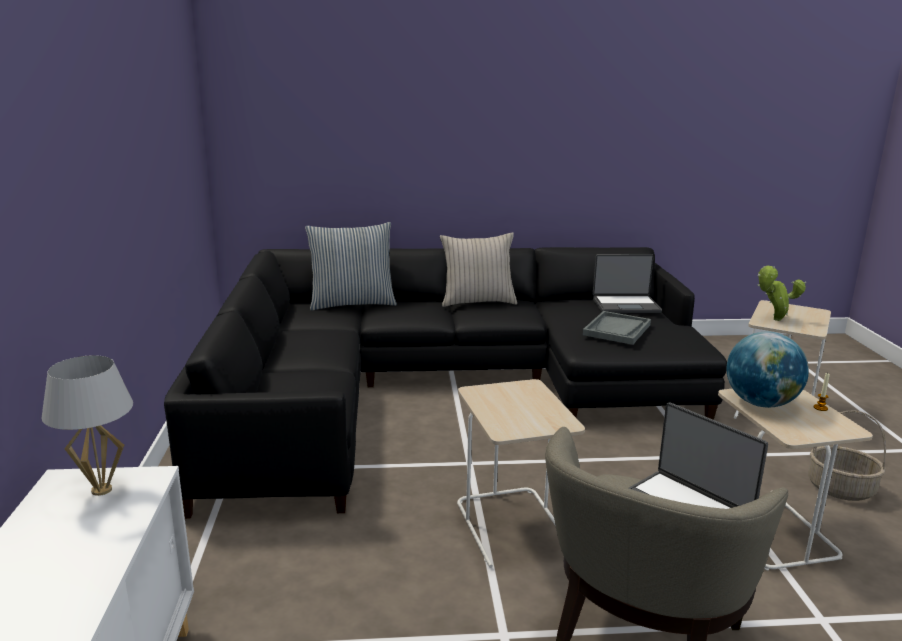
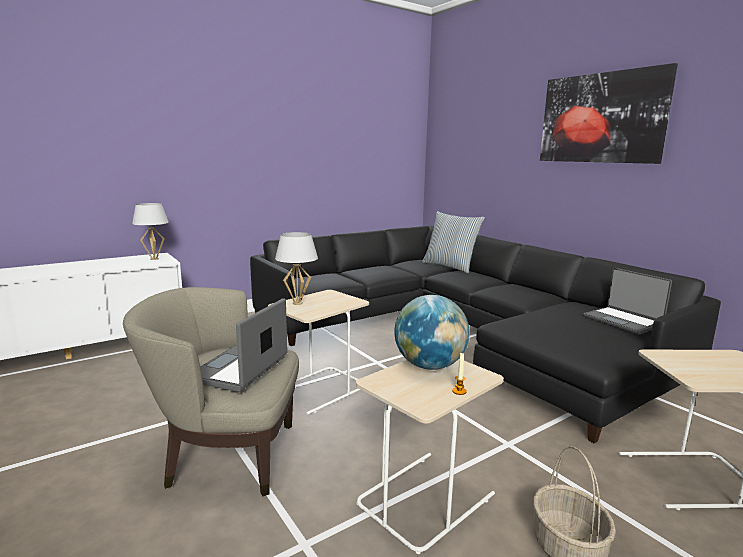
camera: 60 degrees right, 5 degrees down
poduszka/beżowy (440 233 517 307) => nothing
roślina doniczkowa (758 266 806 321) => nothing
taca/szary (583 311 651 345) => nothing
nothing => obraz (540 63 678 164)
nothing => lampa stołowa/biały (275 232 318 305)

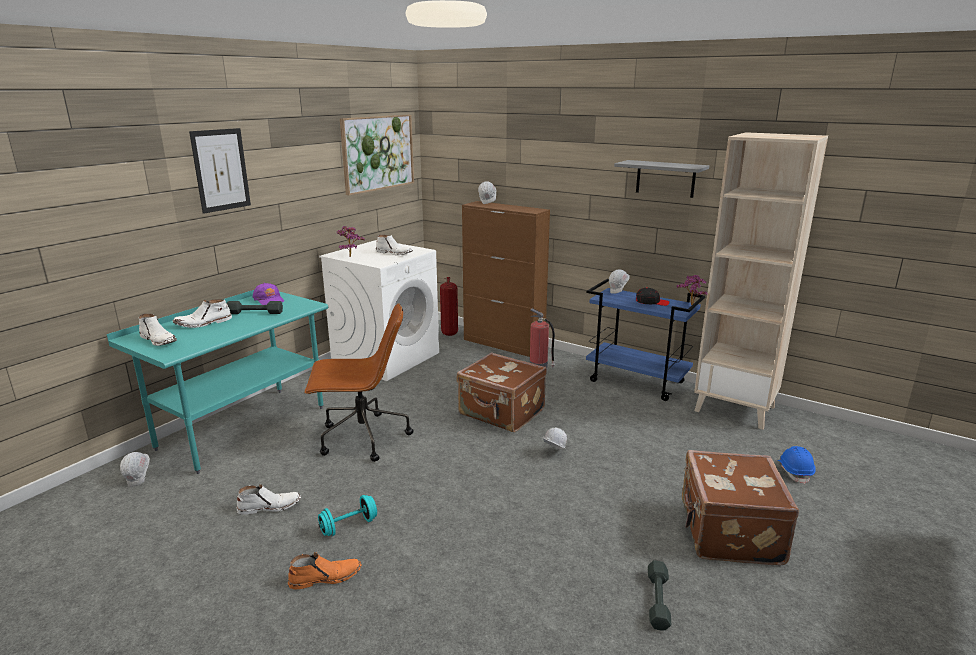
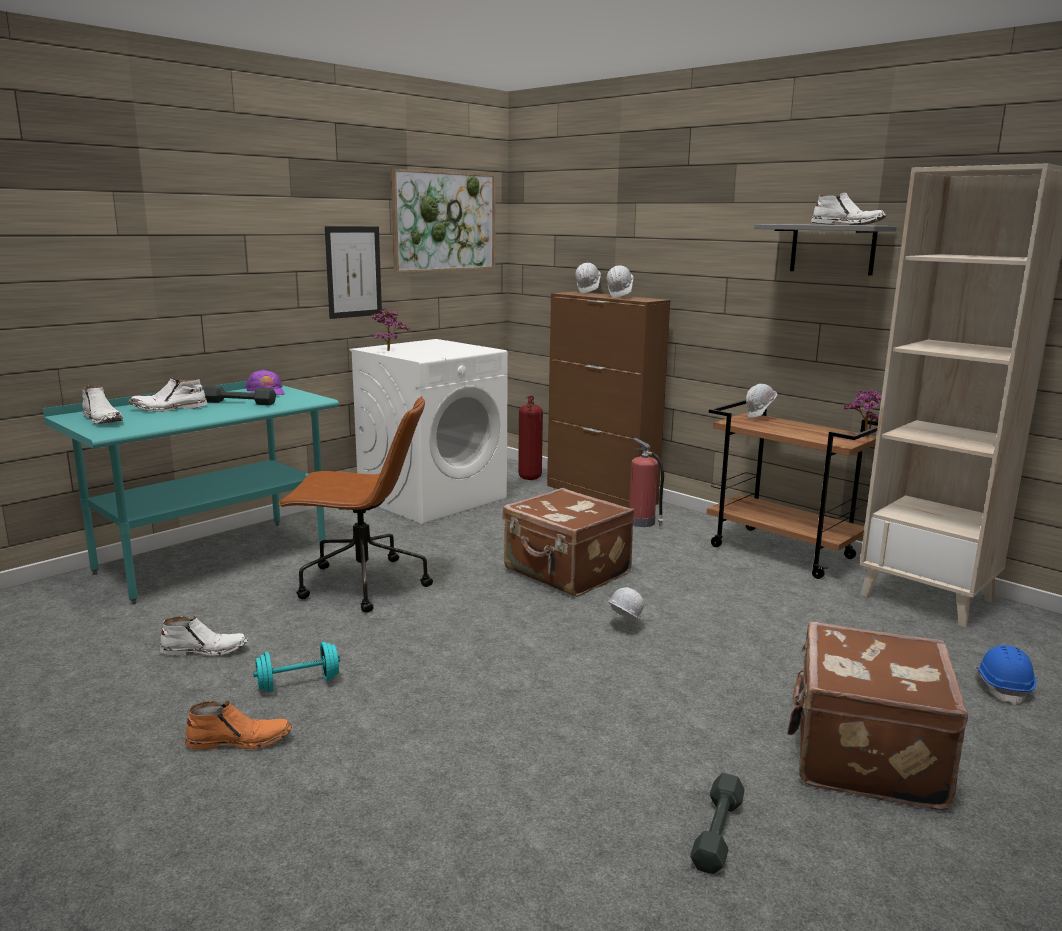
camera: 10 degrees right, 5 degrees down
obraz (189 128 251 214) => obraz (325 226 382 319), move
but z cholewką/biały (376 235 413 255) => but z cholewką/biały (811 193 886 225), move
wózek/niebieski (586 279 705 401) => wózek/brązowy (706 400 878 579)
czapka z daszkiem/czarny (636 287 669 306) => nothing
kask/biały (120 452 150 487) => kask/biały (607 265 633 298), move

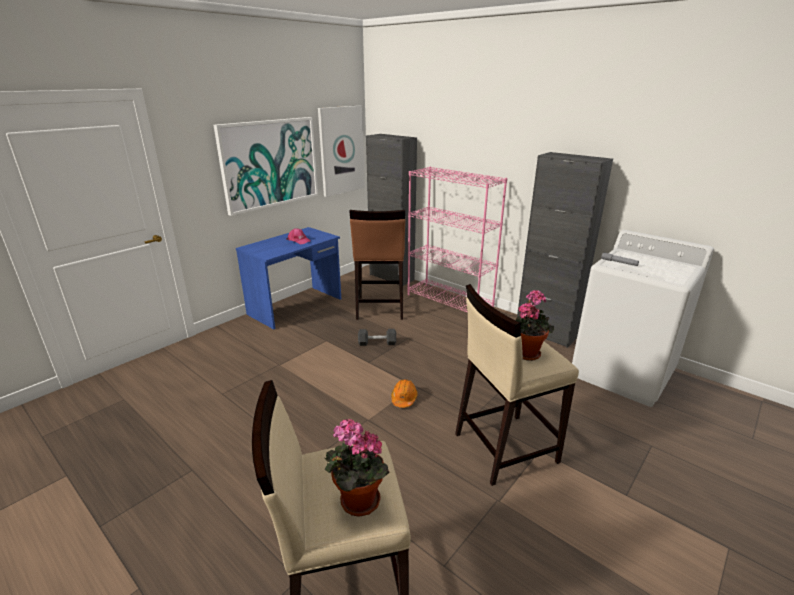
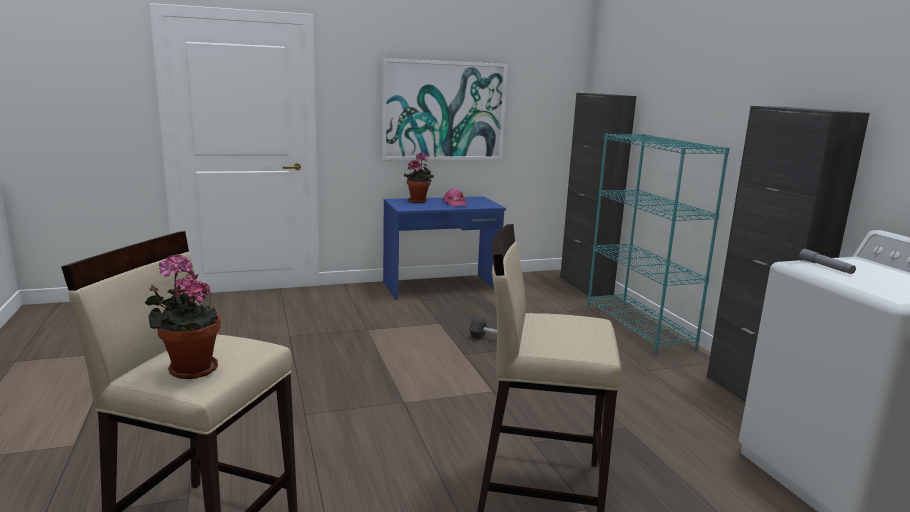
camera: 30 degrees right, 10 degrees down
obraz (318 105 365 197) => nothing
regał/różowy (408 167 507 312) => regał/turkusowy (587 133 730 354)
stołek/brązowy (349 210 405 320) => nothing
roślina doniczkowa (516 290 554 361) => roślina doniczkowa (404 152 434 203), move
kask/pomarańczowy (391 379 418 408) => nothing

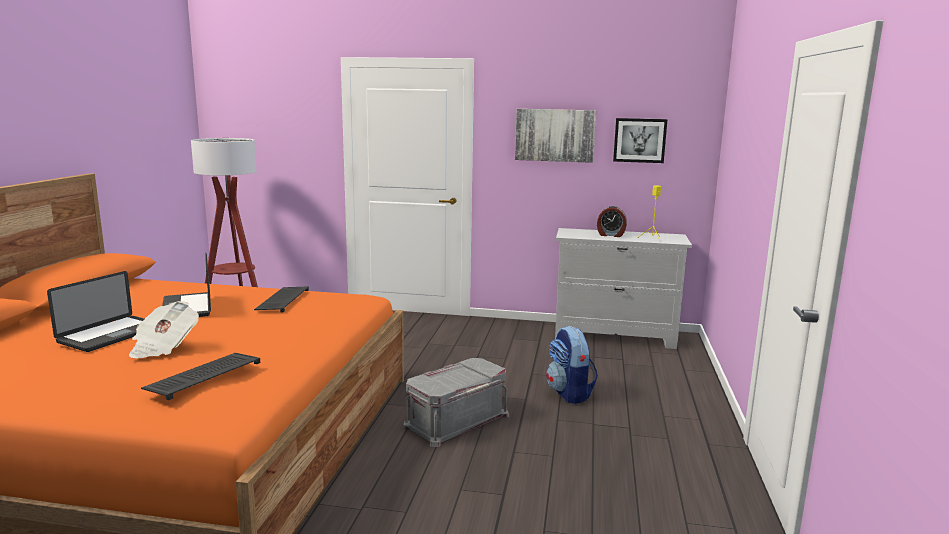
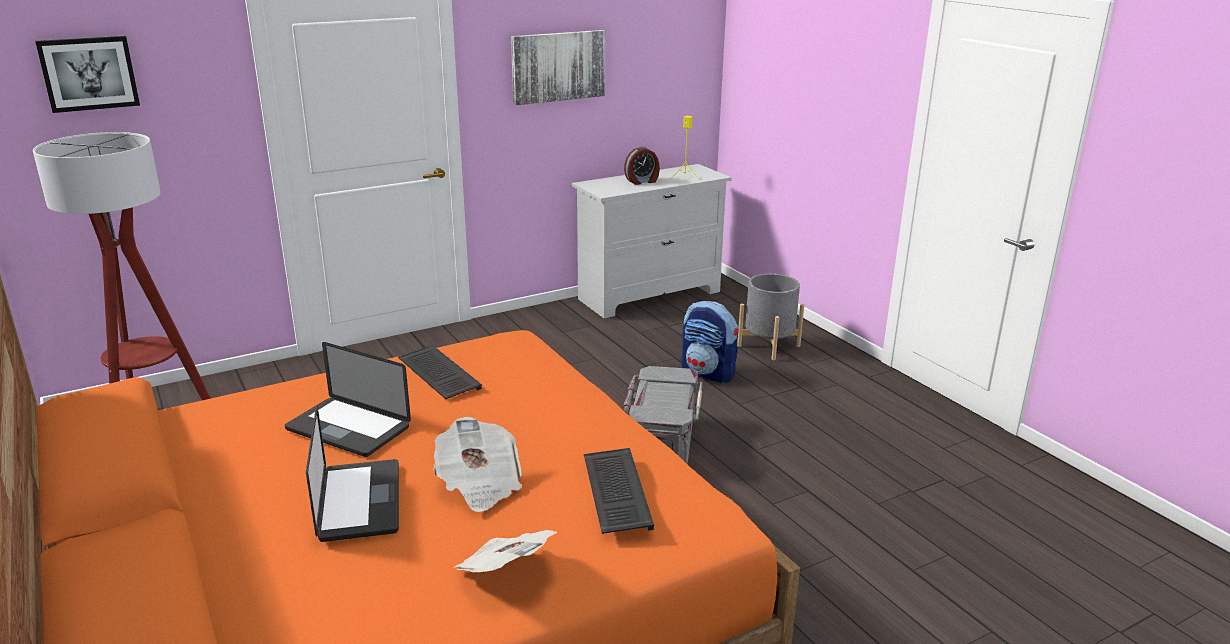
camera: 40 degrees left, 10 degrees up
obraz (613 118 668 163) => obraz (35 36 140 113), move
nothing => donica/szary (737 274 804 360)
nothing => gazeta (455 530 557 572)

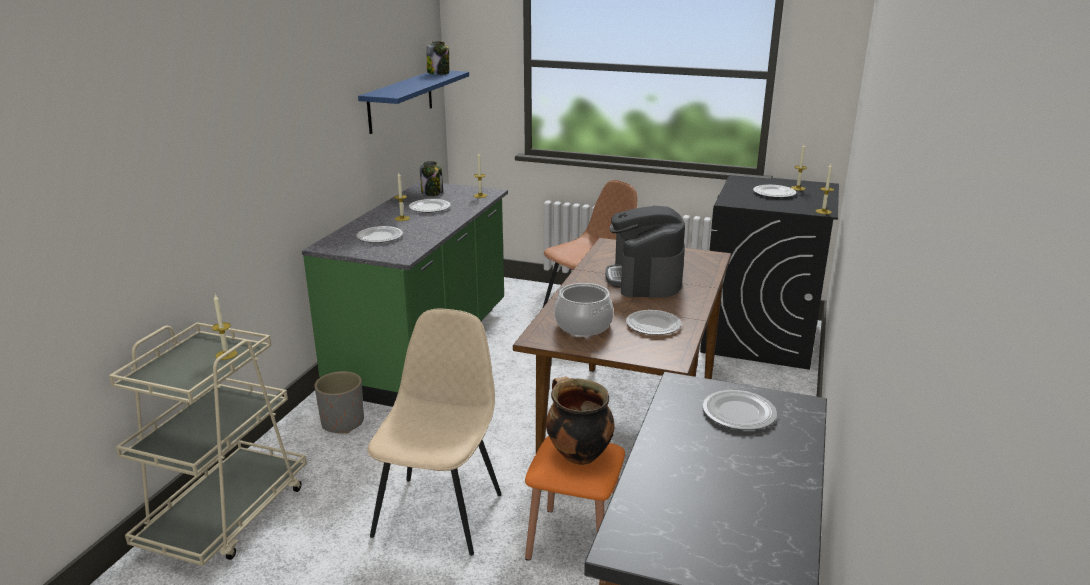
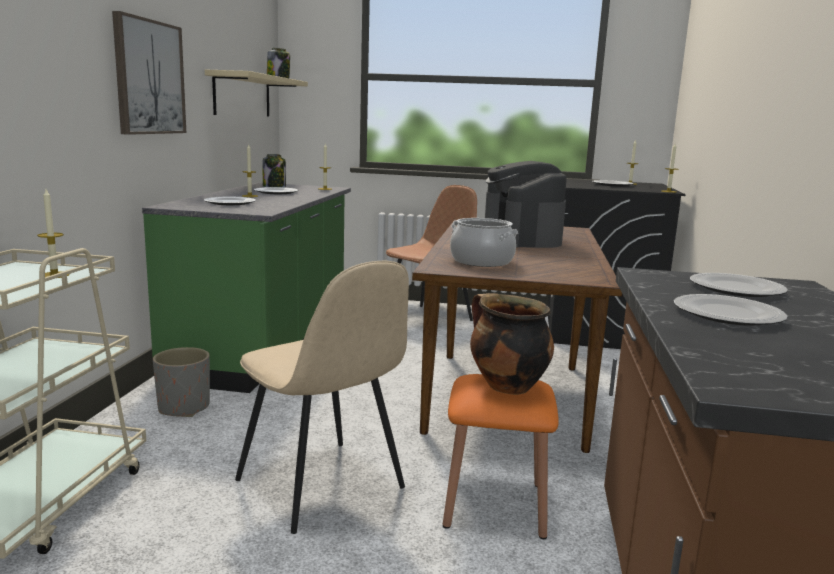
camera: 10 degrees left, 10 degrees down
półka/niebieski (358 71 469 134) => półka/beżowy (205 70 308 117)
krzesło/beżowy (367 309 502 556) => krzesło/beżowy (235 261 409 534), 135 degrees clockwise
talerz (626 310 682 335) => talerz (674 294 787 326), move
nothing => obraz (112 11 186 135)

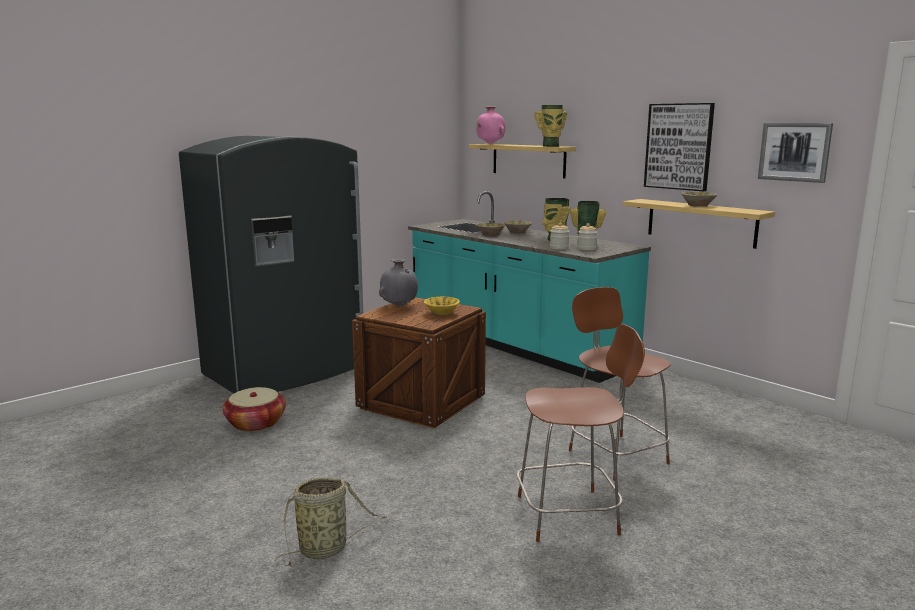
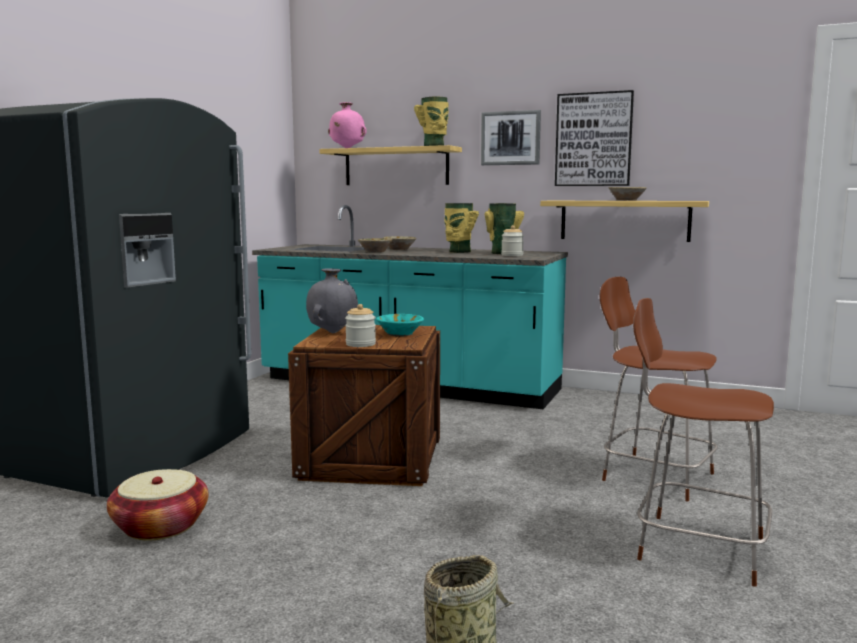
camera: 25 degrees left, 5 degrees down
obraz (758 123 833 183) => obraz (481 110 541 165), move
słoik (550 223 569 250) => słoik (345 304 376 347), move
miska/żółty (424 297 460 316) => miska/turkusowy (376 314 424 337)
krzesło/brązowy (517 324 645 542) => krzesło/brązowy (633 298 774 587), 120 degrees counterclockwise

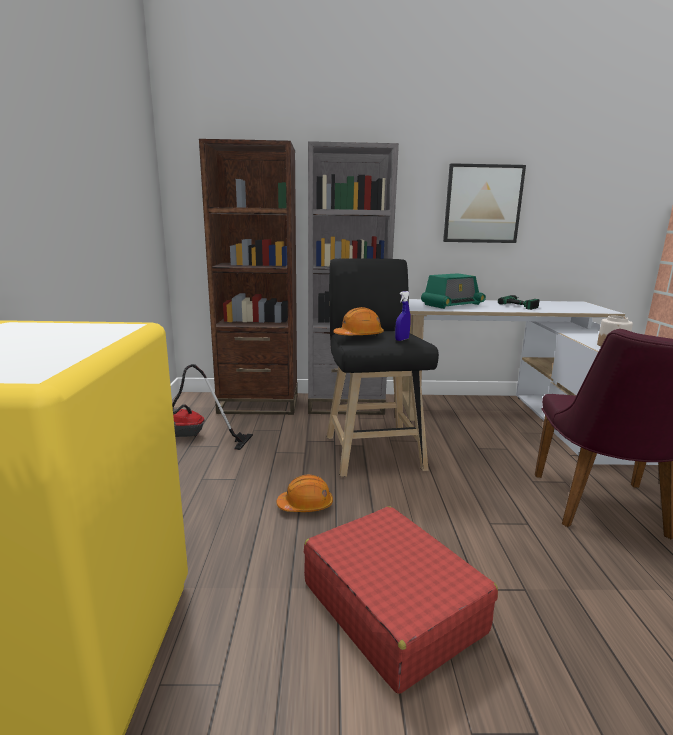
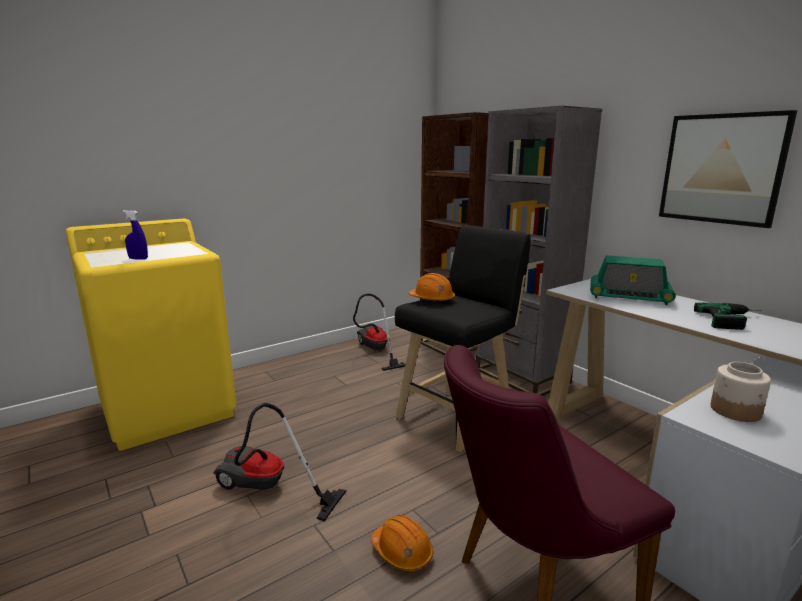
camera: 55 degrees right, 0 degrees up
spryskiwacz/niebieski (395 291 411 341) => spryskiwacz/niebieski (123 210 148 260), move
kask/pomarańczowy (276 474 333 512) => kask/pomarańczowy (371 515 434 571), move
walizka/czerwony (304 506 498 694) => odkurzacz (213 403 346 522)

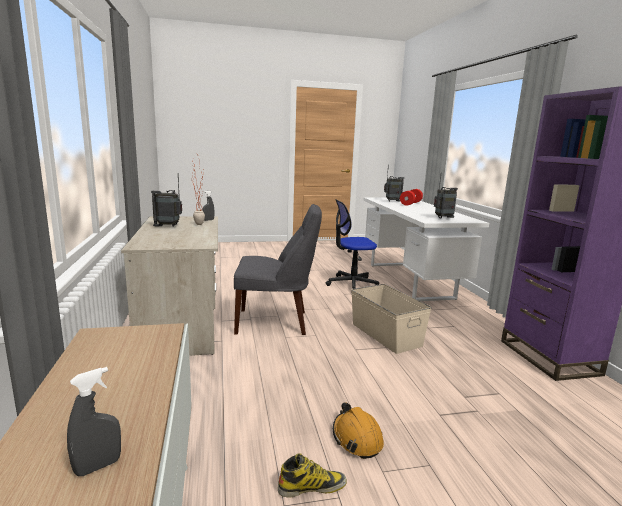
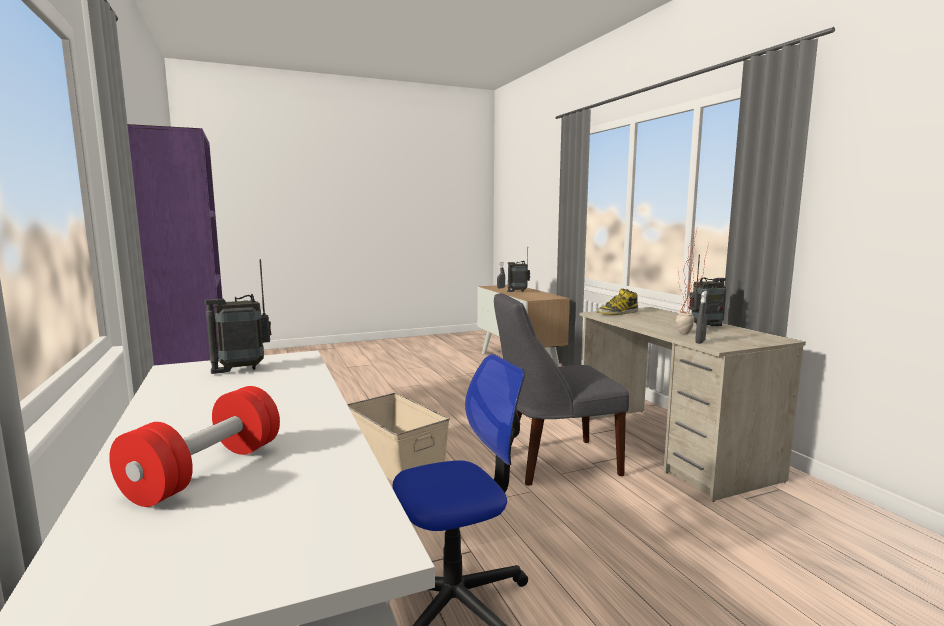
camera: 170 degrees right, 5 degrees down
radio (384 164 404 202) => radio (507 247 530 292), move
kask/pomarańczowy (333 402 384 459) => nothing
but z cholewką (278 453 347 497) => but z cholewką (597 289 638 315), move

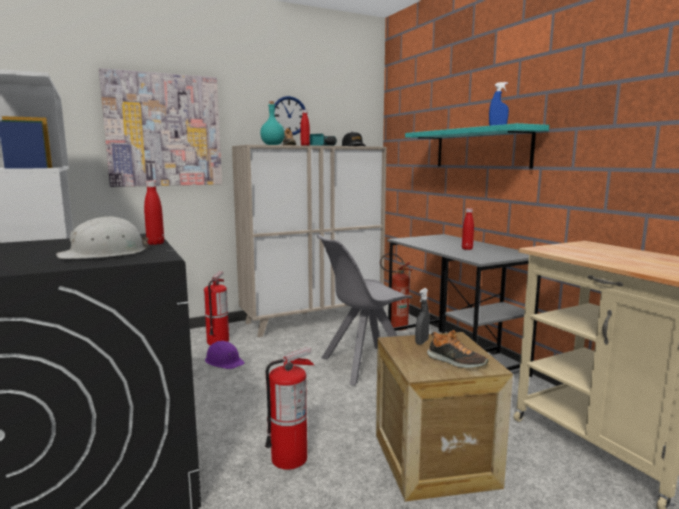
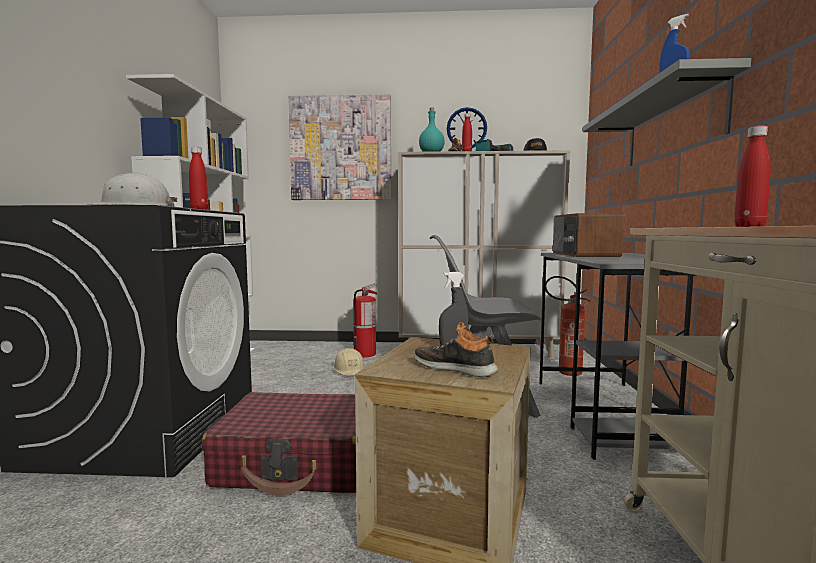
camera: 30 degrees right, 5 degrees down
półka/turkusowy (405 123 549 168) => półka/szary (583 58 751 166)
butelka/czerwony (462 208 474 250) => butelka/czerwony (734 126 771 227), move
but (427 330 489 368) => but (414 322 498 377), 150 degrees clockwise
kask/fioletowy (205 341 245 369) => kask/beżowy (333 348 365 376)
gaśnica (265 347 314 470) => walizka/czerwony (202 392 356 496)
nothing => radio (553 213 624 257)

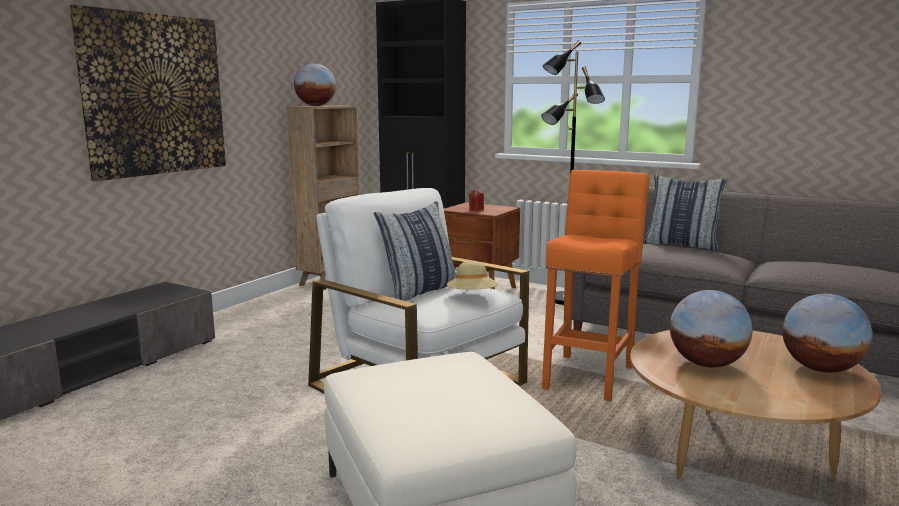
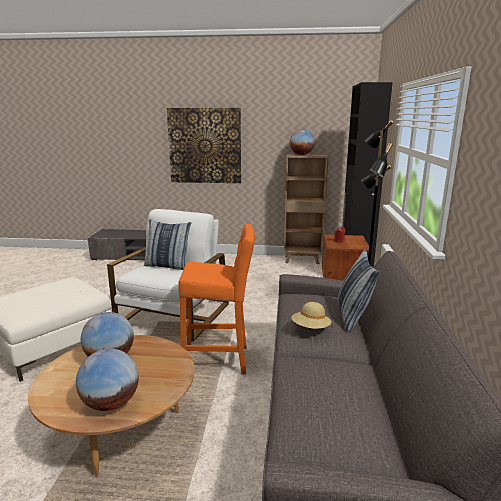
camera: 65 degrees right, 5 degrees up
kapelusz/beżowy (447 261 498 290) => kapelusz/beżowy (291 302 332 329), move

